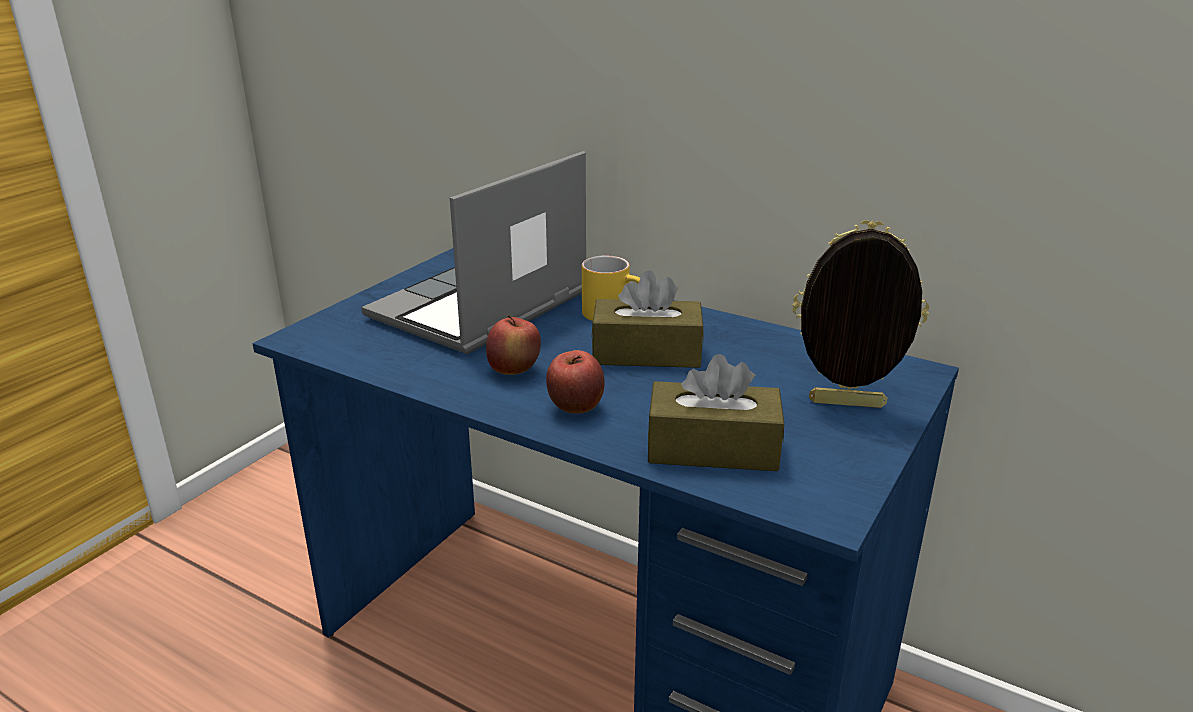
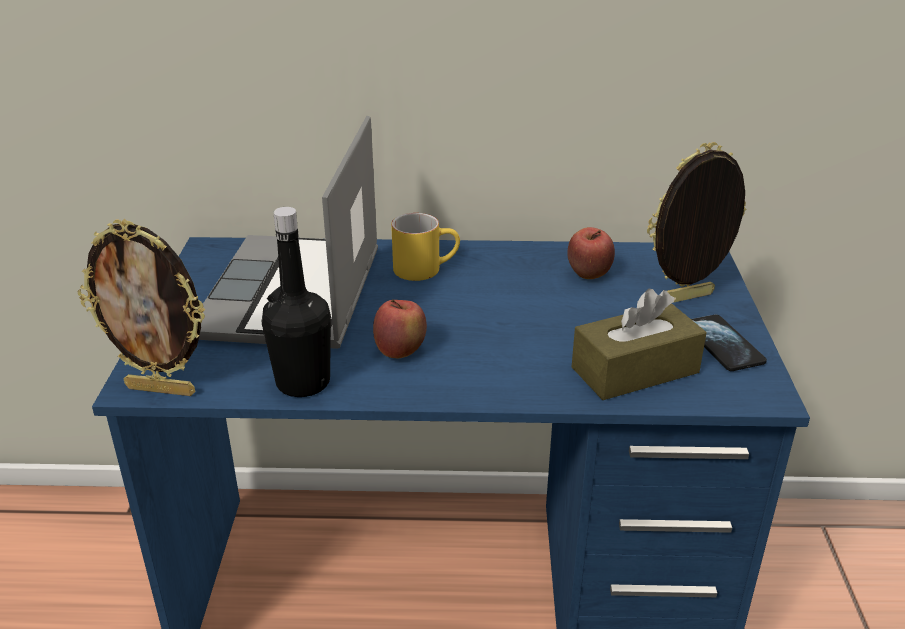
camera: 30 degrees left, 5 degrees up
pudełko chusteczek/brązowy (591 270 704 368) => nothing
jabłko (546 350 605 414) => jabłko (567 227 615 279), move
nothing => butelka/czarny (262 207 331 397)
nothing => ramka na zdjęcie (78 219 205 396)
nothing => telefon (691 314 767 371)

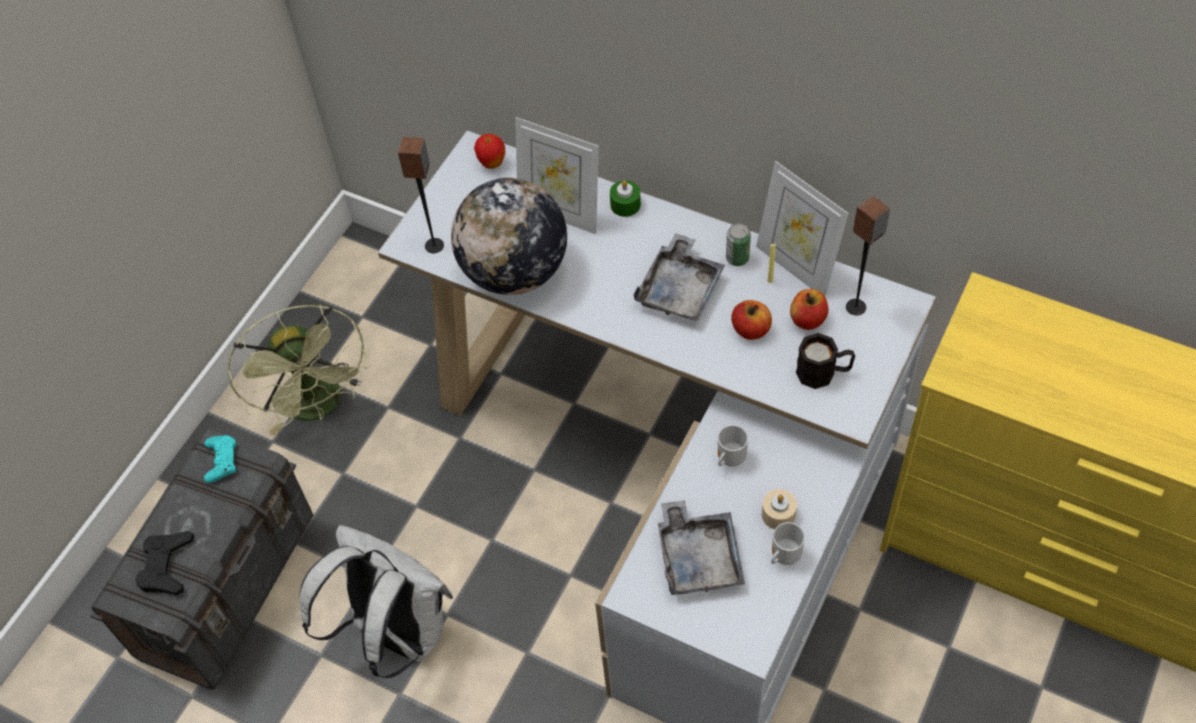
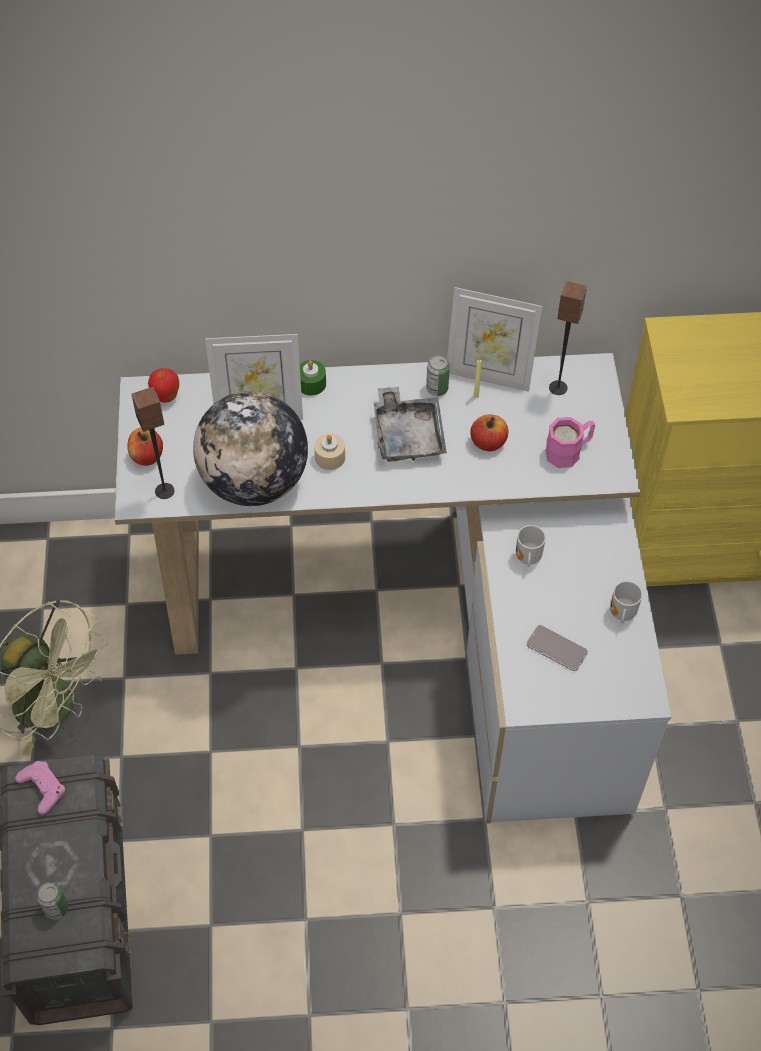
camera: 35 degrees left, 0 degrees up
jabłko (790 289 828 330) => jabłko (127 427 163 466), move
kubek/czarny (796 333 855 389) => kubek/różowy (545 417 595 468)
pad do gier/turkusowy (204 435 236 483) => pad do gier/różowy (15 761 65 814)
świeca/beżowy (762 489 797 529) => świeca/beżowy (314 433 345 470), move
taca/szary (658 500 745 595) => telefon (526 625 588 671)
plecak/biały (299 525 453 678) => nothing
pad do gier/czarny (135 531 195 595) => puszka (36 882 68 920)

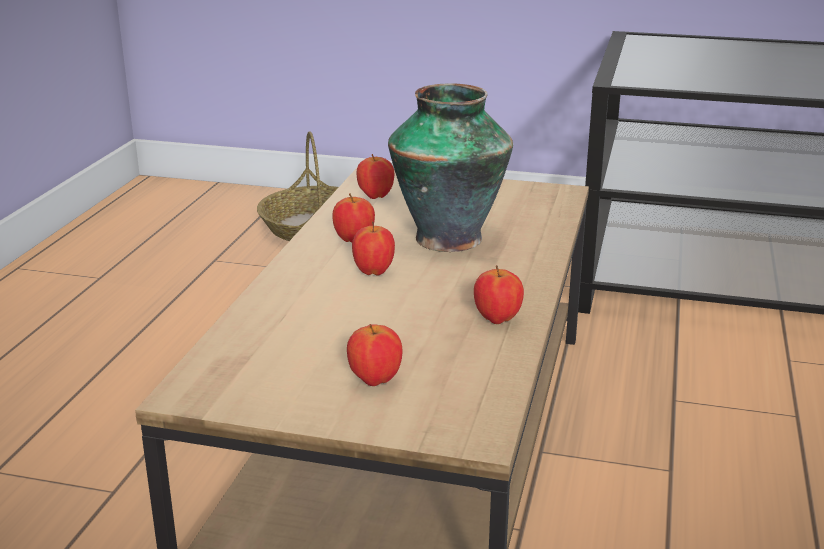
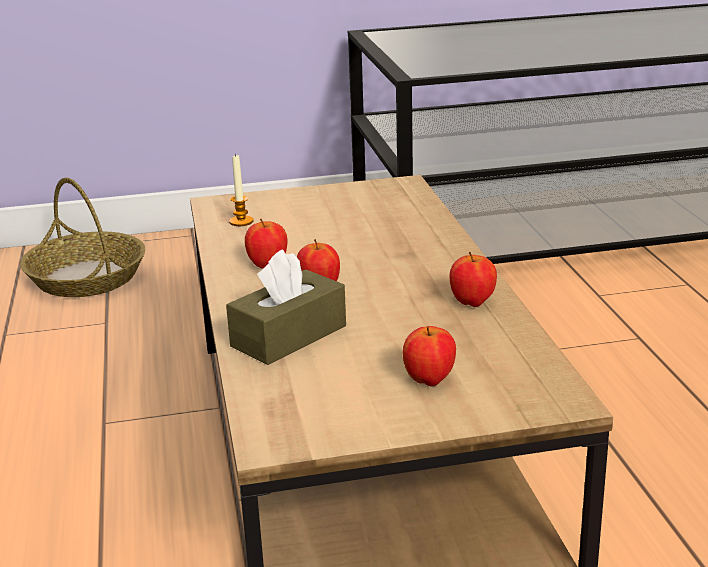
camera: 25 degrees left, 0 degrees up
wazon (388 84 513 252) => nothing
jabłko (356 154 394 199) => świeca (229 153 253 226)
nothing => pudełko chusteczek/brązowy (226 249 346 365)

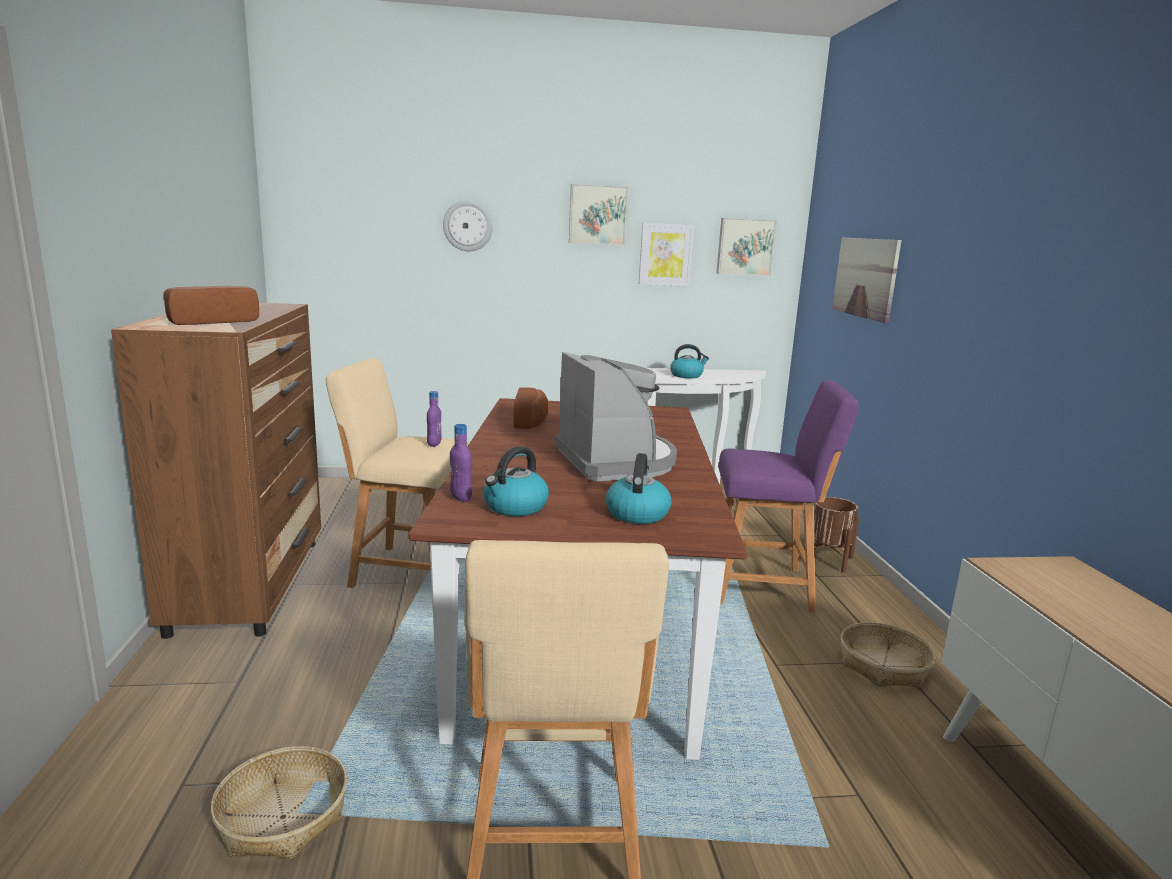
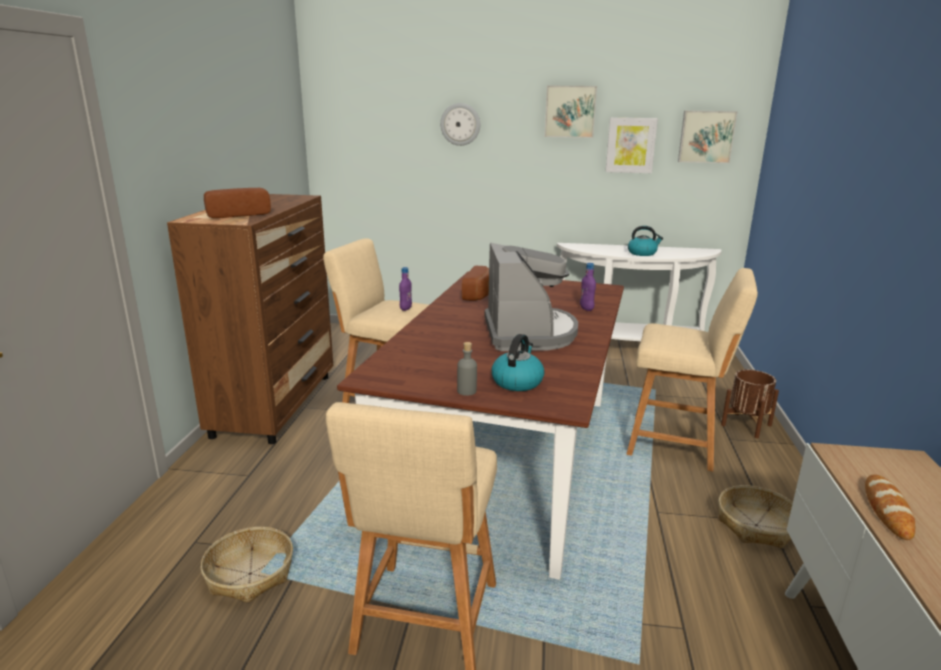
camera: 15 degrees right, 5 degrees up
obraz (832 237 902 323) => nothing
stołek/fioletowy (718 380 859 613) => stołek/beżowy (626 268 758 471)
butelka/fioletowy (450 424 472 502) => butelka/fioletowy (580 263 596 311), move
czajnik (483 446 549 516) => nothing
nothing => butelka/szary (457 342 477 396)
nothing => chleb (865 474 915 540)

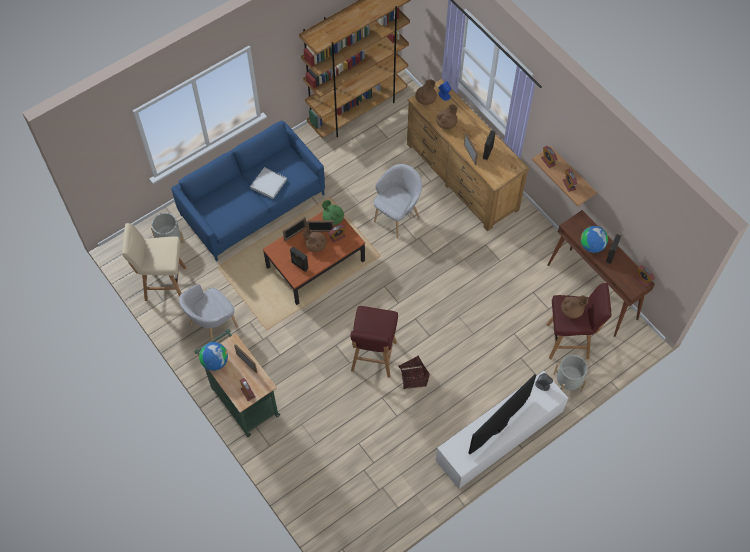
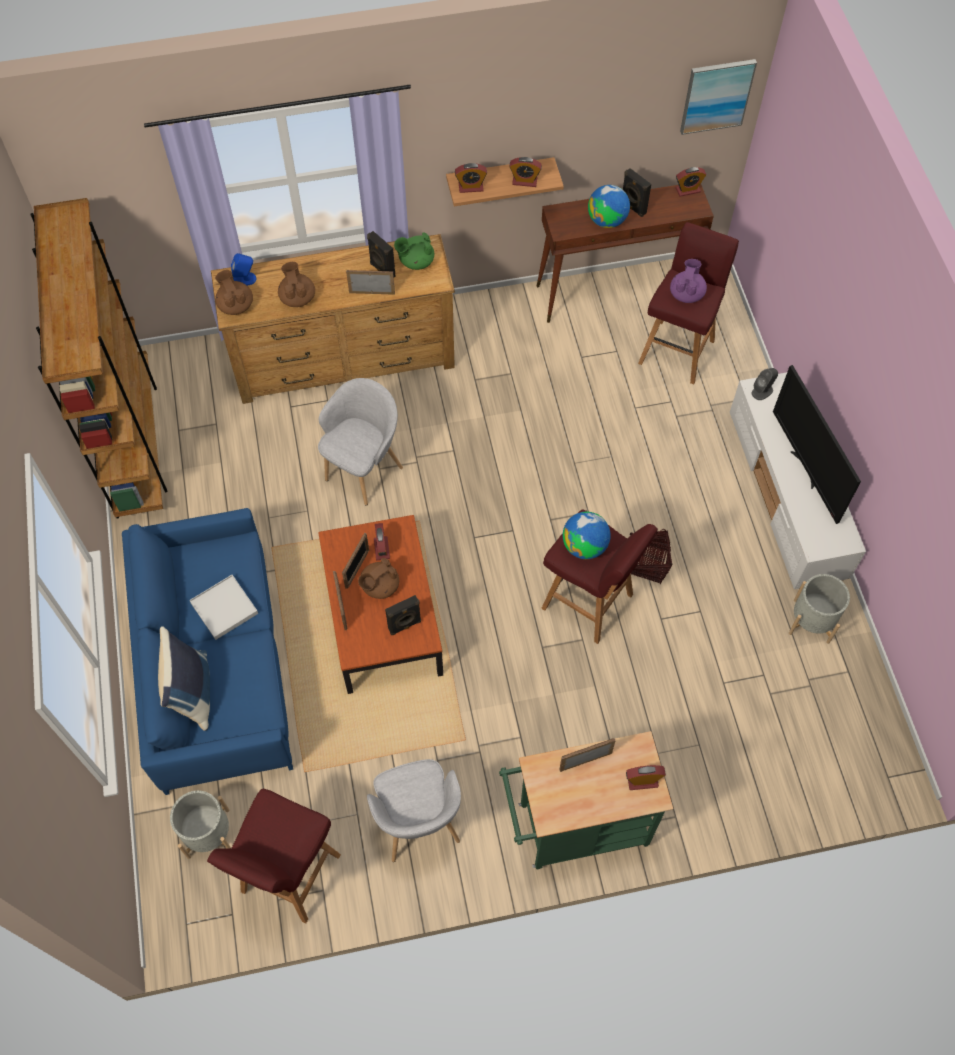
camera: 65 degrees left, 0 degrees up
fotel/szary (374 164 422 238) => fotel/szary (318 378 403 506), 60 degrees clockwise
imbryk/zielony (322 200 344 225) => imbryk/zielony (394 232 434 270), move
stołek/beżowy (122 223 186 301) => stołek/czerwony (207 789 341 923)
imbryk/brązowy (561 295 588 319) => imbryk/fioletowy (670 259 707 303)
globus (199 342 228 371) => globus (563 512 611 559), move
donica/szary (553 355 588 391) => donica/szary (789 574 850 644), move
nothing => obraz (680 59 757 135)
nothing => poduszka/niebieski (158 626 210 731)

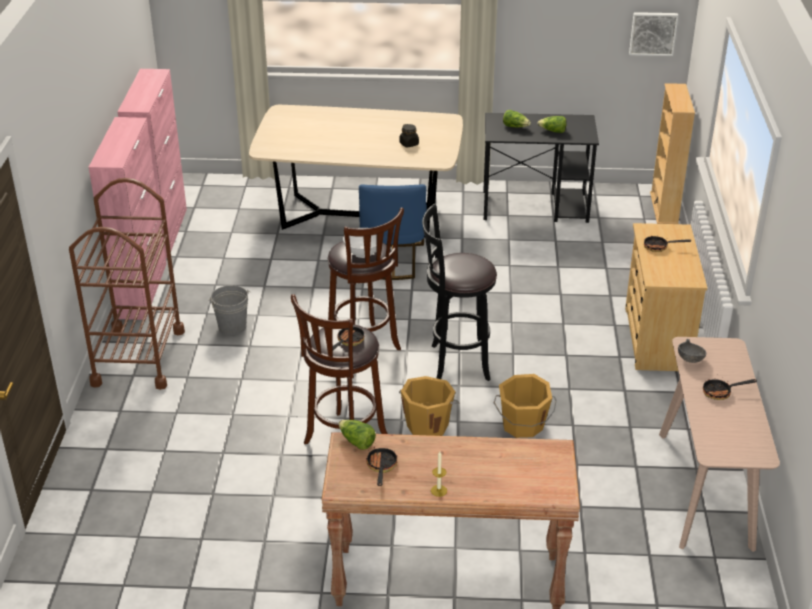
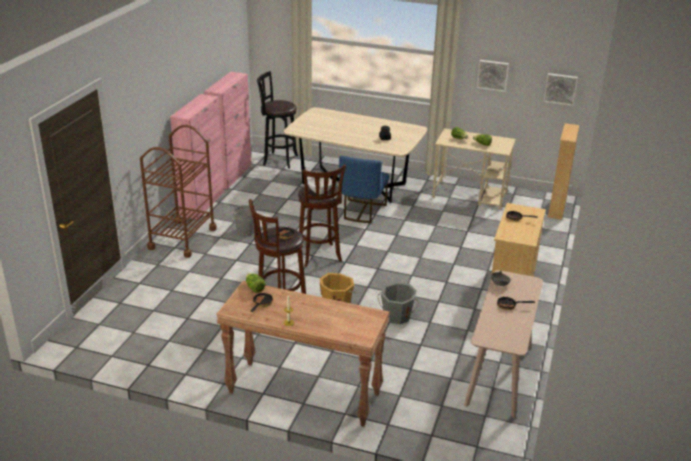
camera: 15 degrees right, 5 degrees down
biurko/czarny (483 113 599 223) => biurko/beżowy (432 129 516 209)
stołek/czarny (422 204 497 381) => stołek/czarny (257 71 298 169), move
wiadro/pomarańczowy (494 374 557 438) => wiadro/szary (377 282 419 324)
nothing => obraz (477 60 509 92)

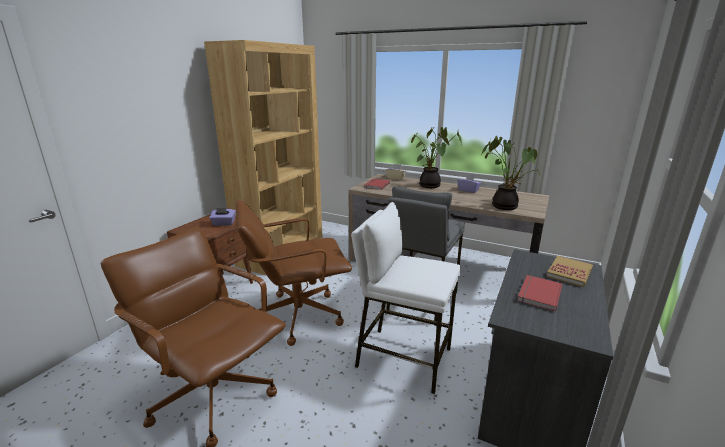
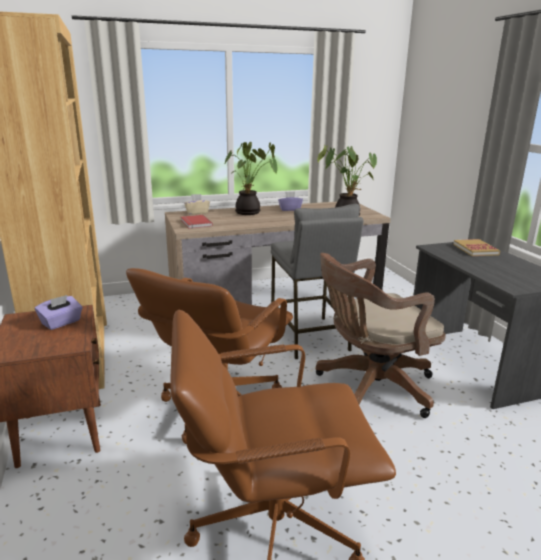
camera: 45 degrees left, 0 degrees up
stołek/biały (351 202 461 394) => krzesło biurowe/brązowy (316 253 446 418)
książka/czerwony (517 275 562 311) => nothing

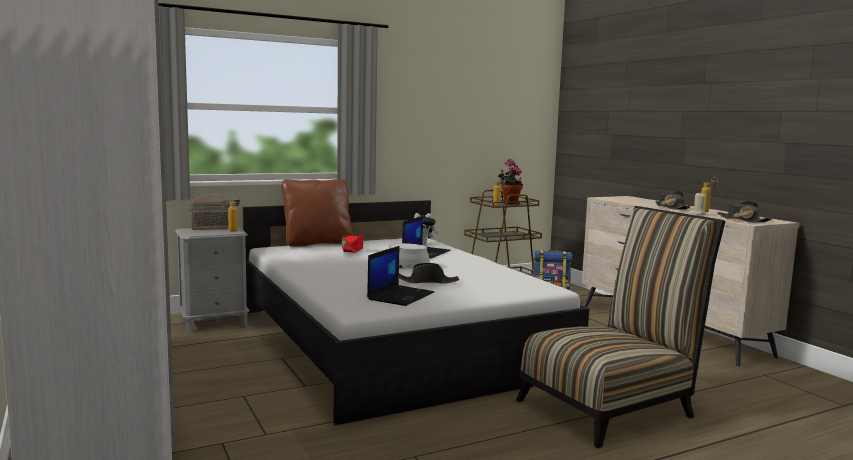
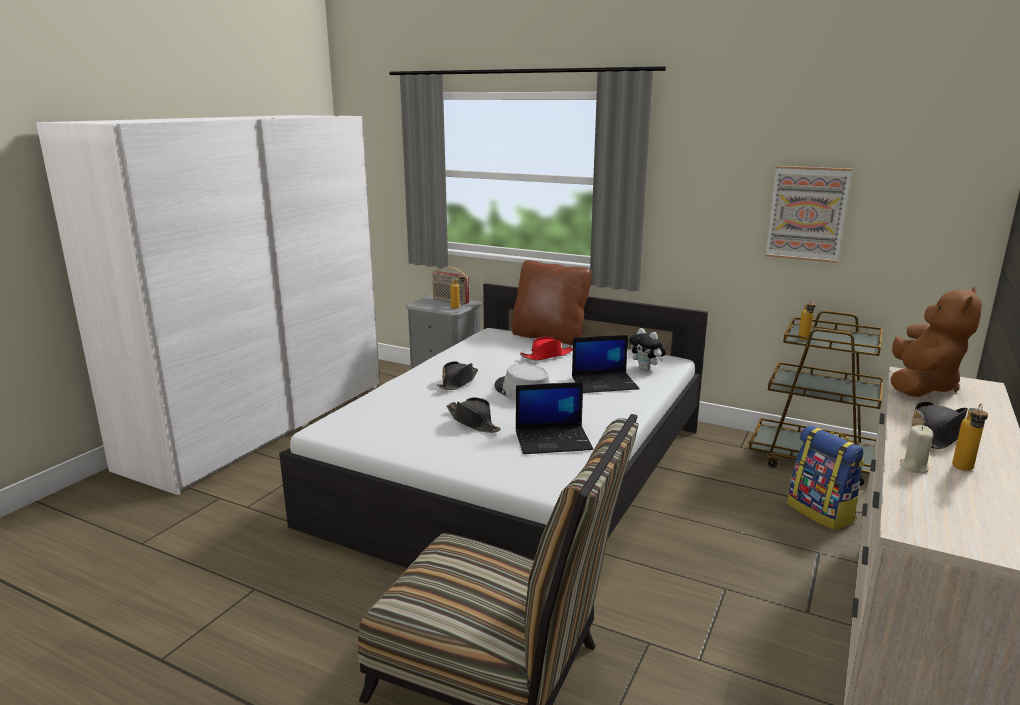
camera: 55 degrees right, 10 degrees up
roślina doniczkowa (498 159 523 205) => nothing
kapelusz/czarny (717 201 773 223) => kapelusz/czarny (437 361 478 390), move
laptop (367 246 434 306) => laptop (516 382 593 454), move
nothing => obraz (765 166 852 263)
nothing => pluszak/brązowy (891 287 982 397)

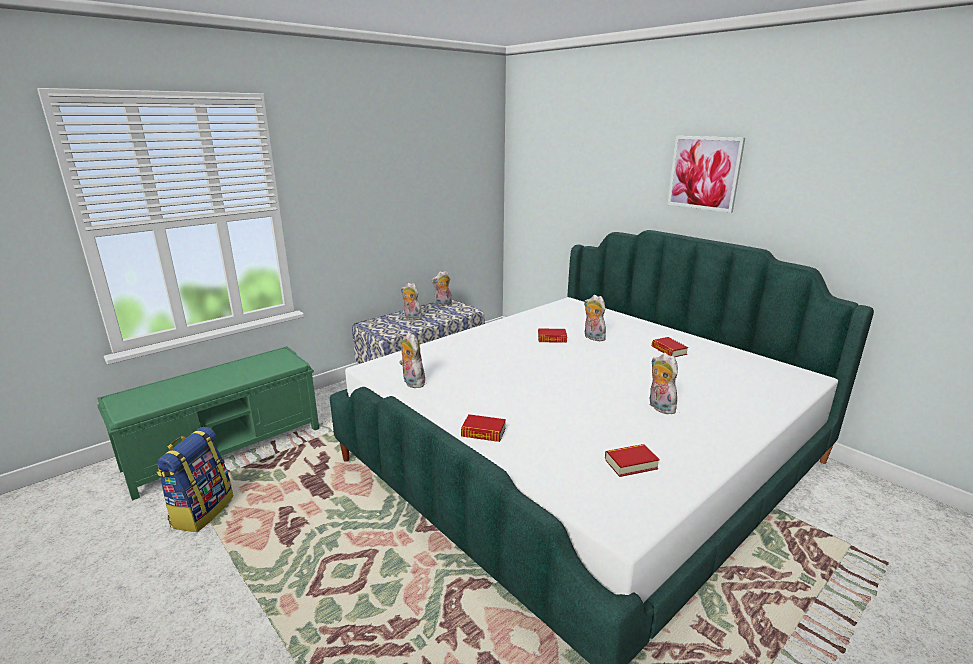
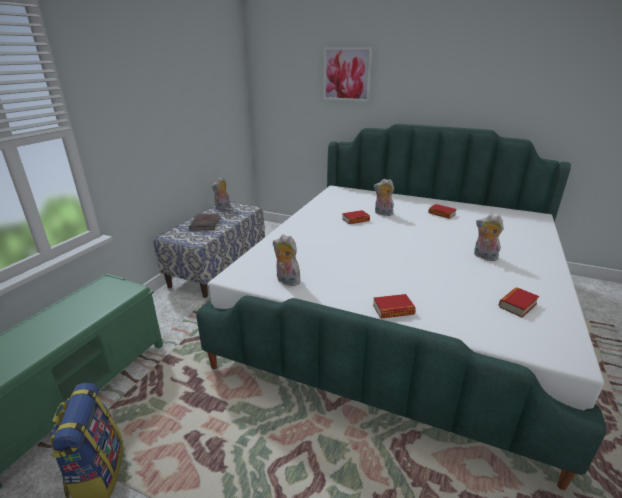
camera: 25 degrees left, 5 degrees up
obraz (667 136 745 213) => obraz (323 47 373 102), move
pluszak (401 283 422 321) => książka/brązowy (189 214 221 230)

